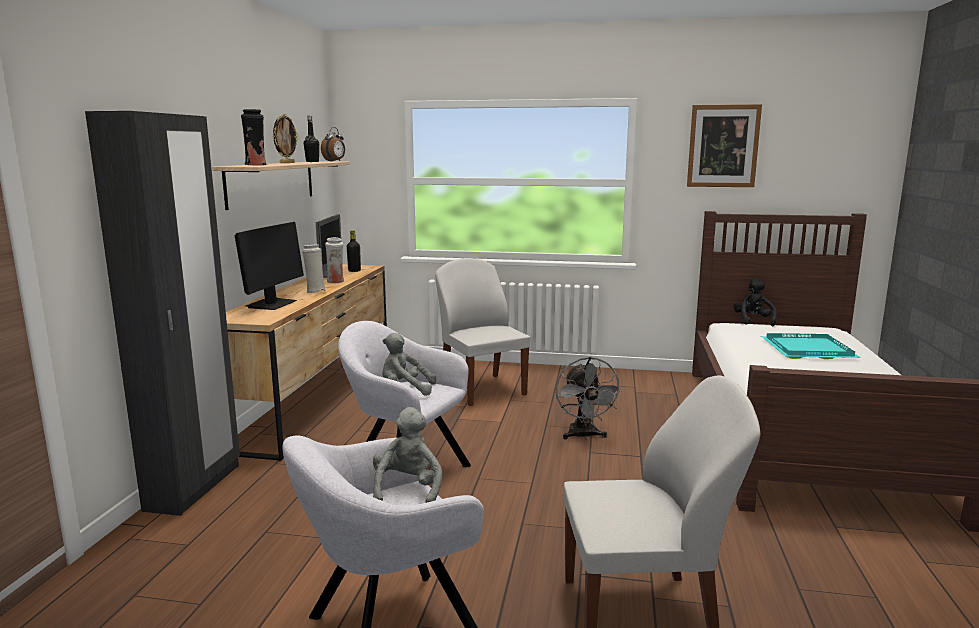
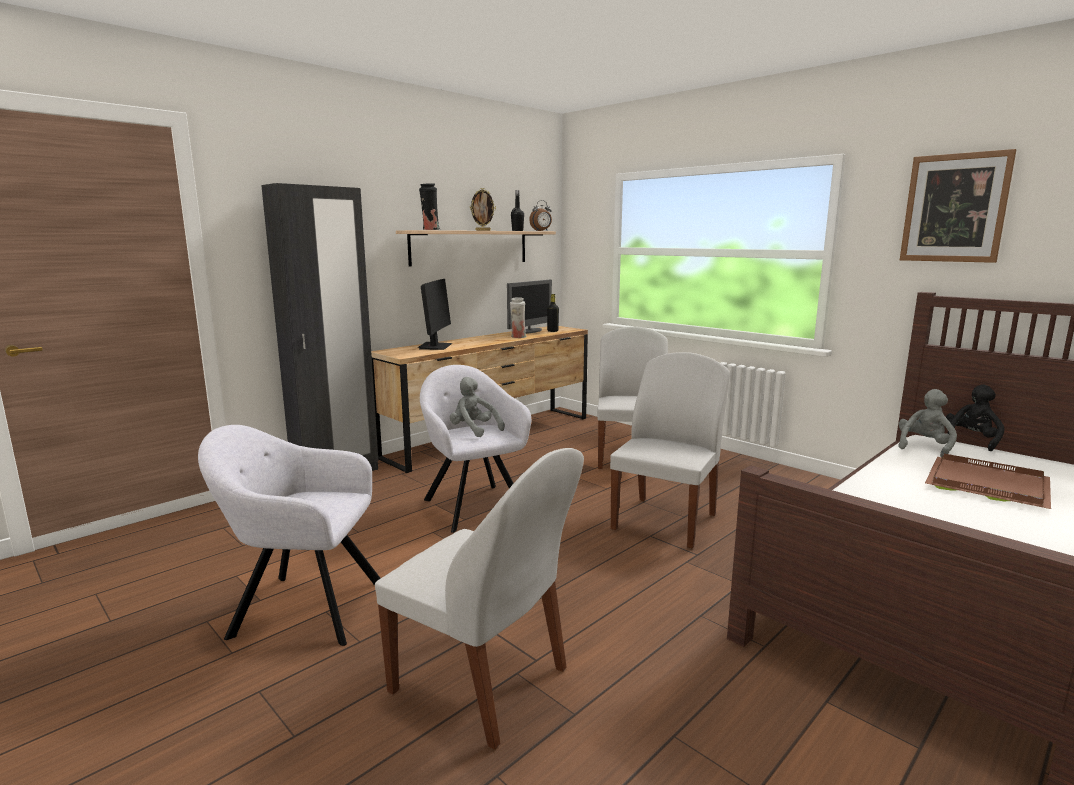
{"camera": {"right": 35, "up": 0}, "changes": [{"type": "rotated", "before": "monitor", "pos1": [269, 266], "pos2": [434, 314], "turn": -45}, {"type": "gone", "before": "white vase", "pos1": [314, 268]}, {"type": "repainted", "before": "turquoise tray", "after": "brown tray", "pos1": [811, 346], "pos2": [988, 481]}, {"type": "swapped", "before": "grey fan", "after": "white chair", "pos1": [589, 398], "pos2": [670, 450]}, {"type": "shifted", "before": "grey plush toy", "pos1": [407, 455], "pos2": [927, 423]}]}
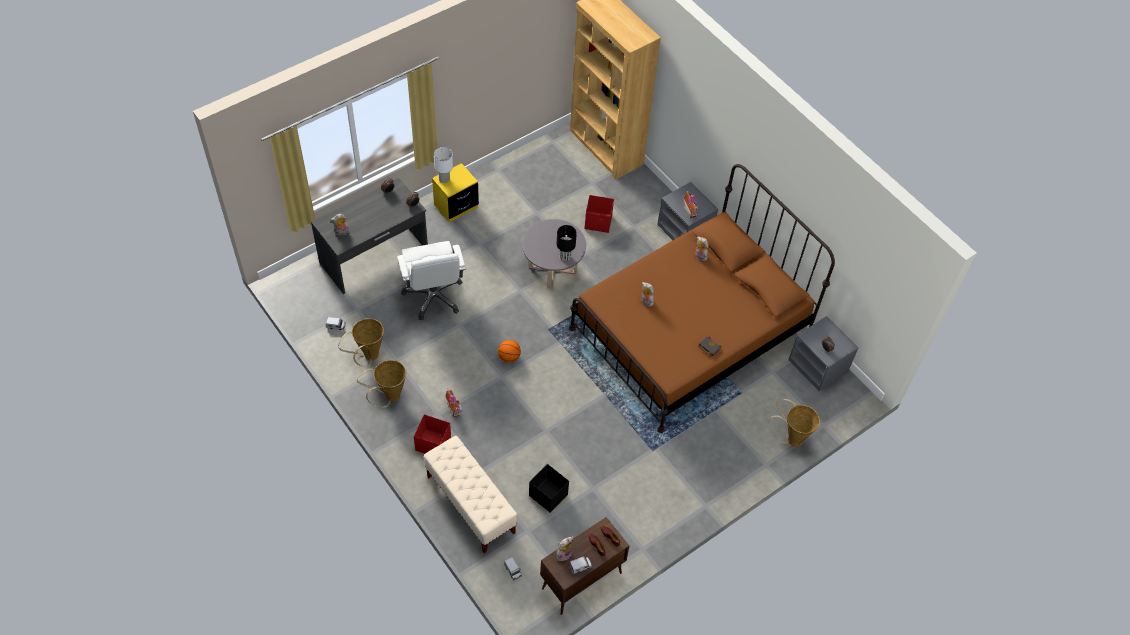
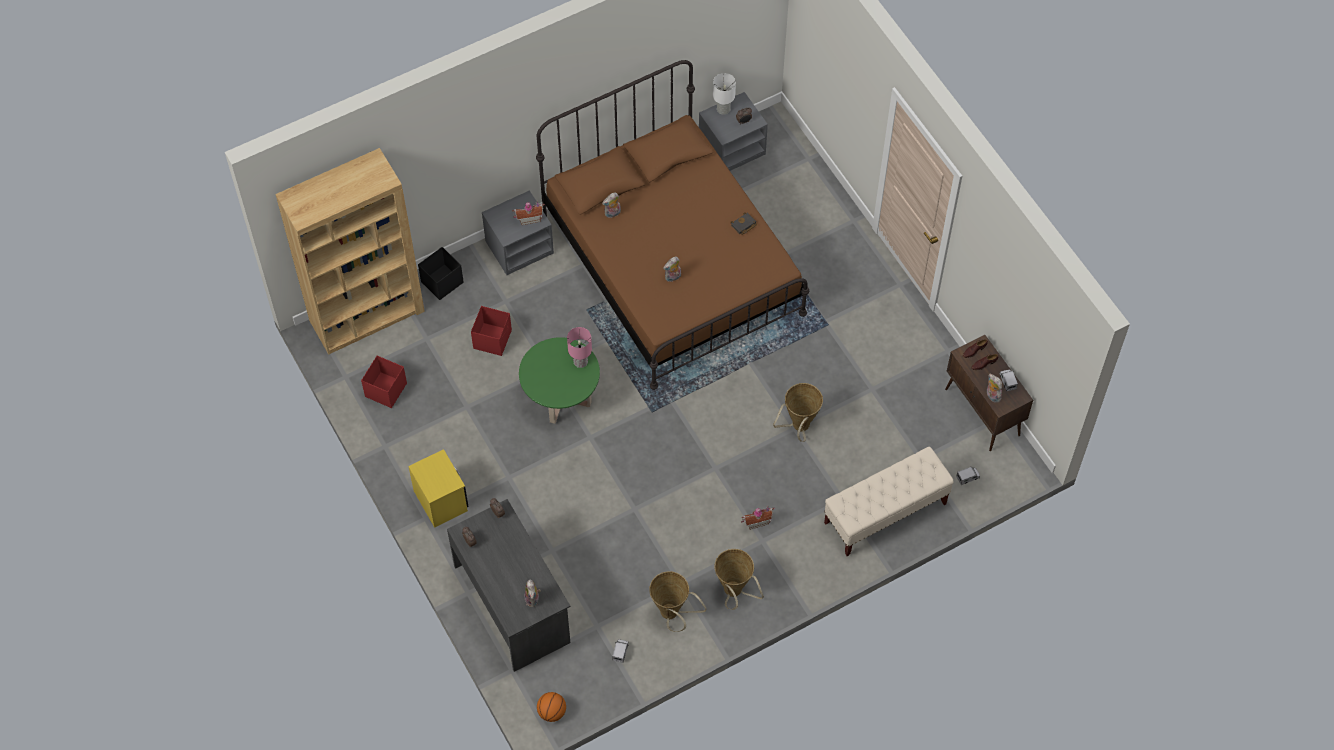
{"camera": {"right": -80, "up": 5}, "changes": [{"type": "shifted", "before": "white table lamp", "pos1": [443, 165], "pos2": [724, 94]}, {"type": "repainted", "before": "grey coffee table", "after": "green coffee table", "pos1": [554, 253], "pos2": [559, 380]}, {"type": "repainted", "before": "black table lamp", "after": "pink table lamp", "pos1": [566, 243], "pos2": [579, 347]}, {"type": "gone", "before": "white office chair", "pos1": [431, 280]}, {"type": "shifted", "before": "basketball", "pos1": [509, 351], "pos2": [551, 707]}, {"type": "shifted", "before": "basket", "pos1": [794, 423], "pos2": [798, 412]}, {"type": "shifted", "before": "red storage box", "pos1": [432, 434], "pos2": [384, 381]}, {"type": "shifted", "before": "black storage box", "pos1": [549, 488], "pos2": [441, 273]}]}
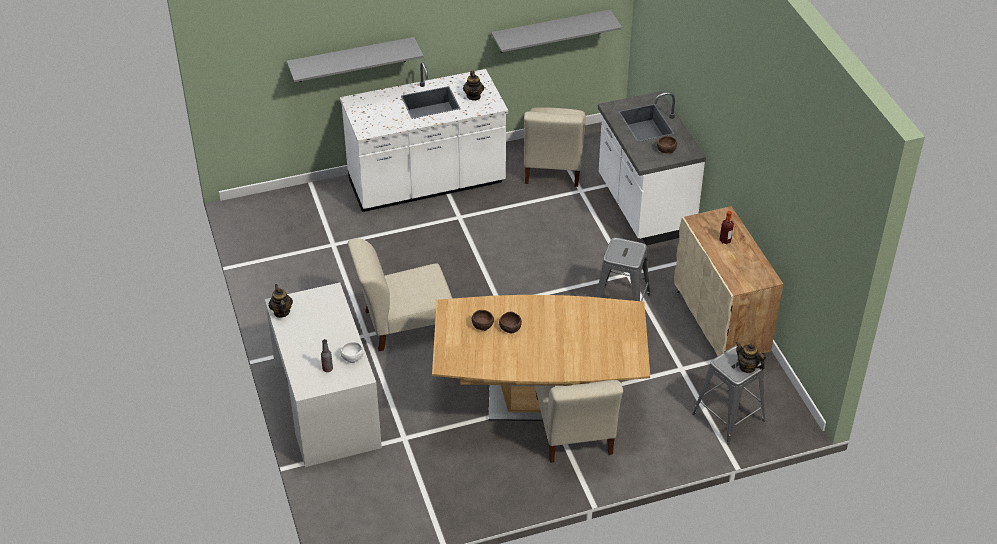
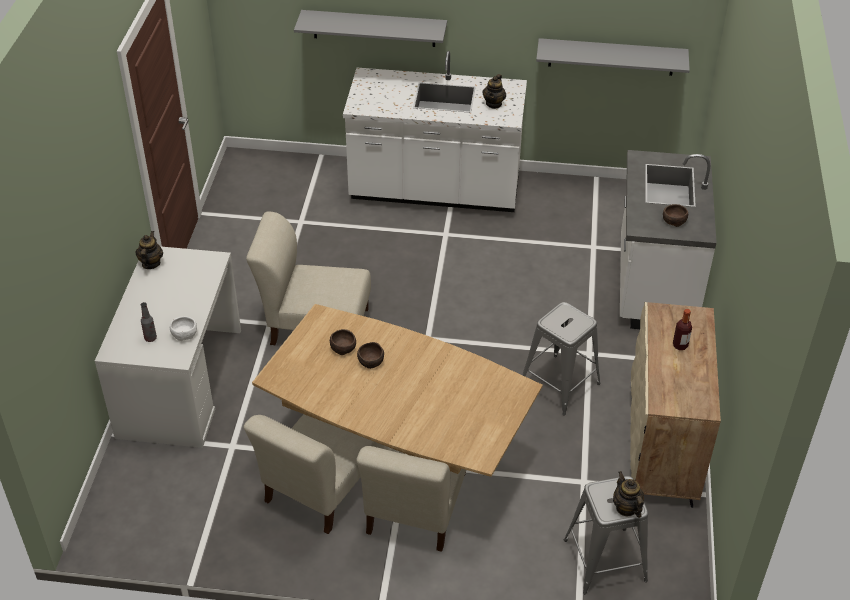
{"camera": {"right": 25, "up": 0}, "changes": [{"type": "shifted", "before": "beige chair", "pos1": [554, 147], "pos2": [314, 474]}]}
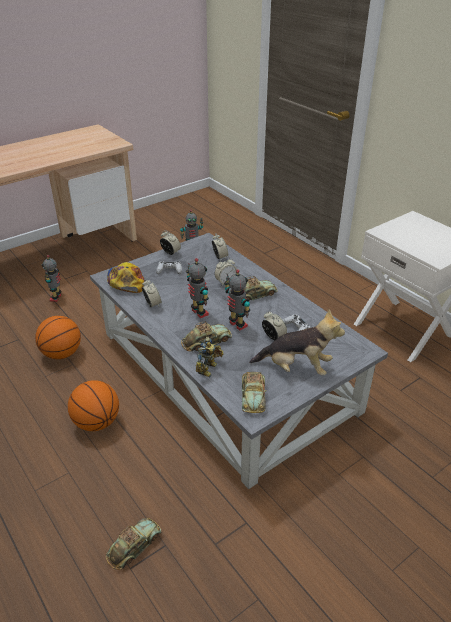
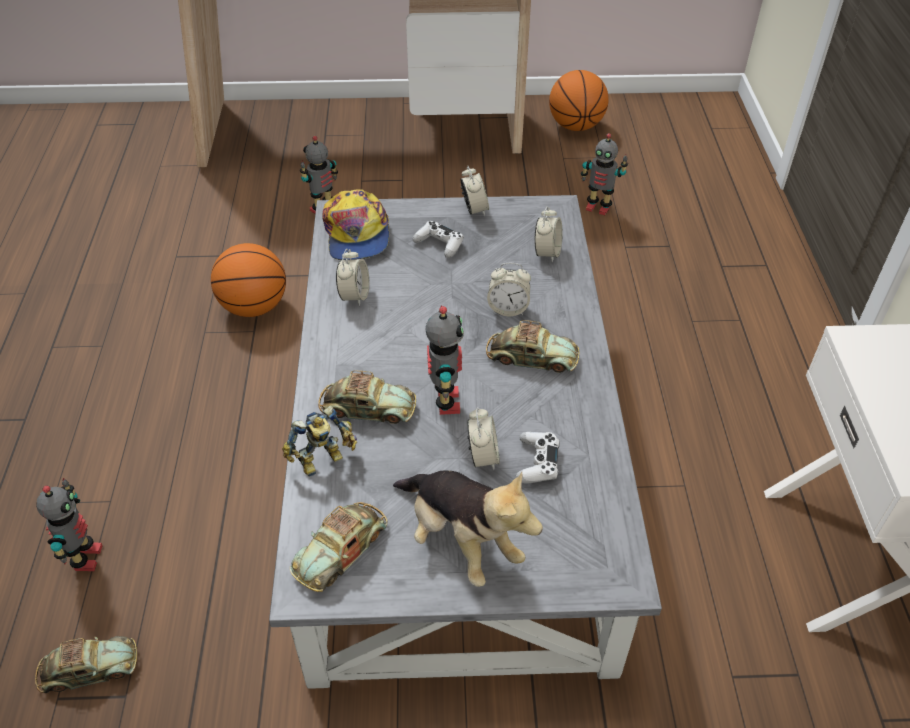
{"camera": {"right": 35, "up": 10}, "changes": [{"type": "shifted", "before": "toy robot", "pos1": [197, 288], "pos2": [69, 524]}, {"type": "rotated", "before": "cap", "pos1": [126, 277], "pos2": [355, 225], "turn": 150}, {"type": "shifted", "before": "basketball", "pos1": [93, 405], "pos2": [579, 100]}]}
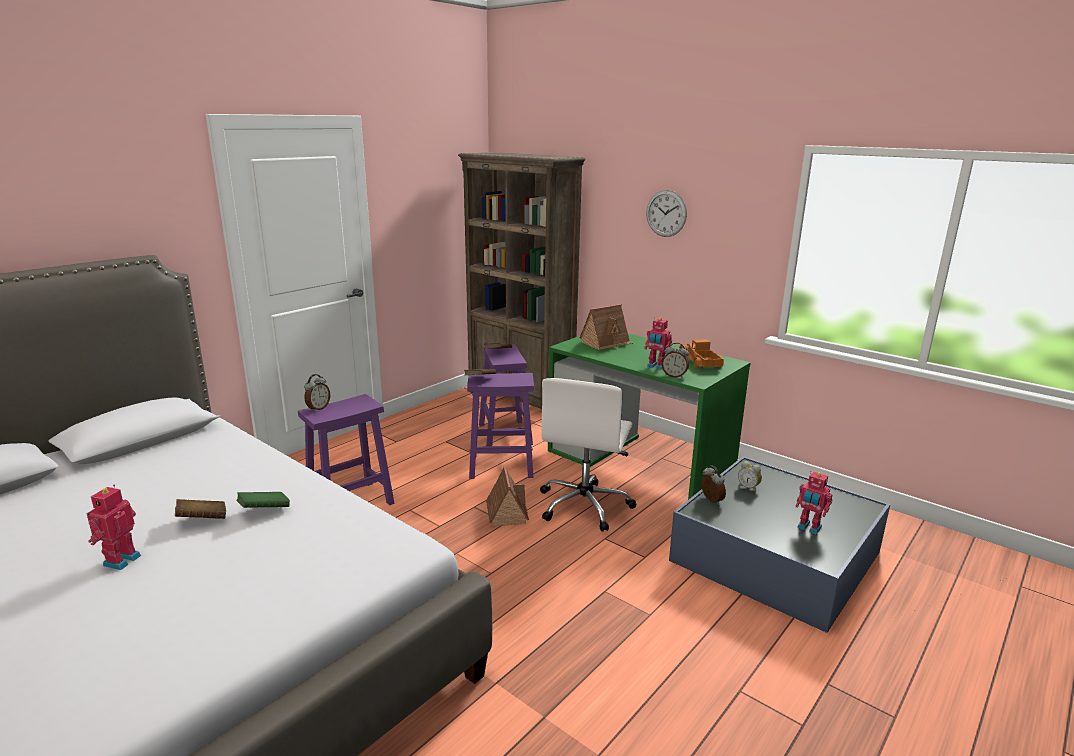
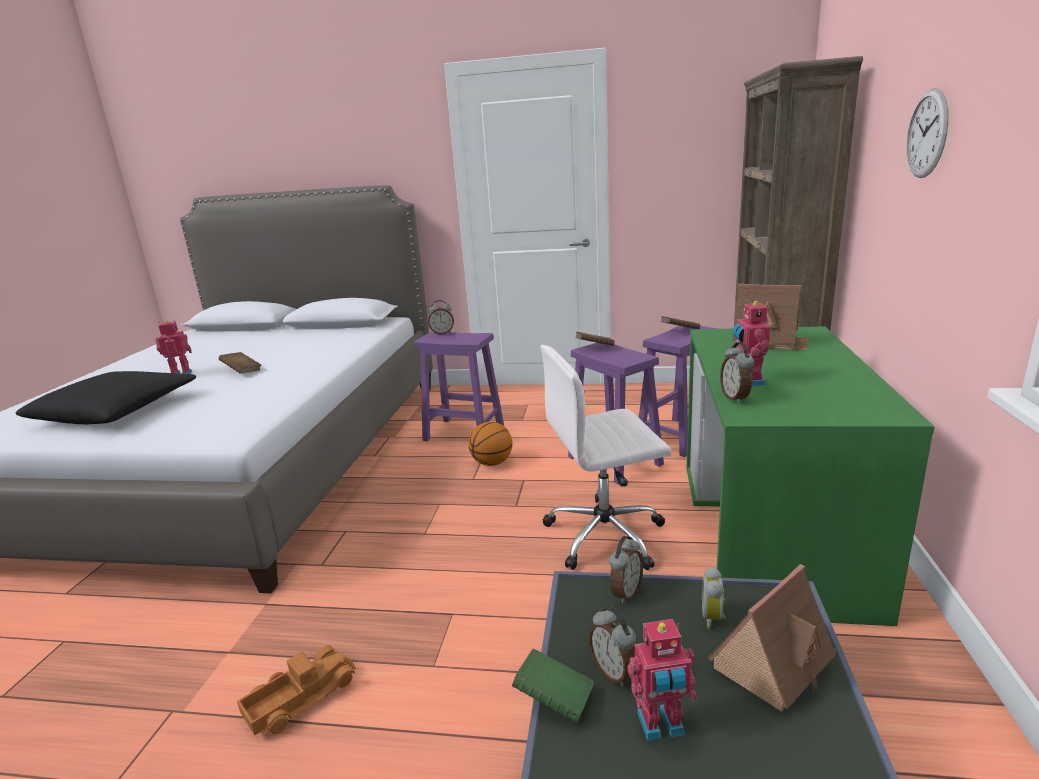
{"camera": {"right": 60, "up": 0}, "changes": [{"type": "shifted", "before": "toy truck", "pos1": [701, 354], "pos2": [296, 690]}, {"type": "shifted", "before": "toy house", "pos1": [507, 496], "pos2": [771, 638]}, {"type": "rotated", "before": "toy robot", "pos1": [813, 502], "pos2": [662, 680], "turn": -105}, {"type": "shifted", "before": "green book", "pos1": [263, 500], "pos2": [553, 685]}, {"type": "new", "after": "black pillow", "pos2": [105, 397]}, {"type": "new", "after": "basketball", "pos2": [490, 444]}, {"type": "new", "after": "alarm clock", "pos2": [612, 647]}]}
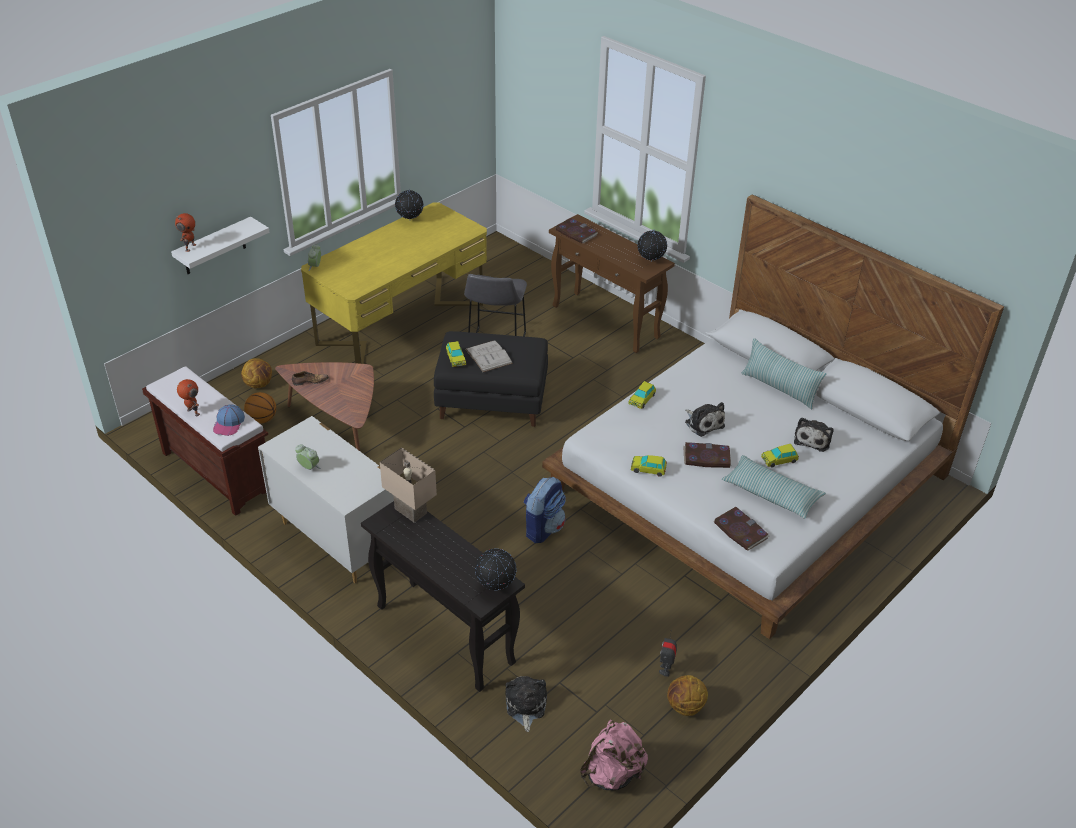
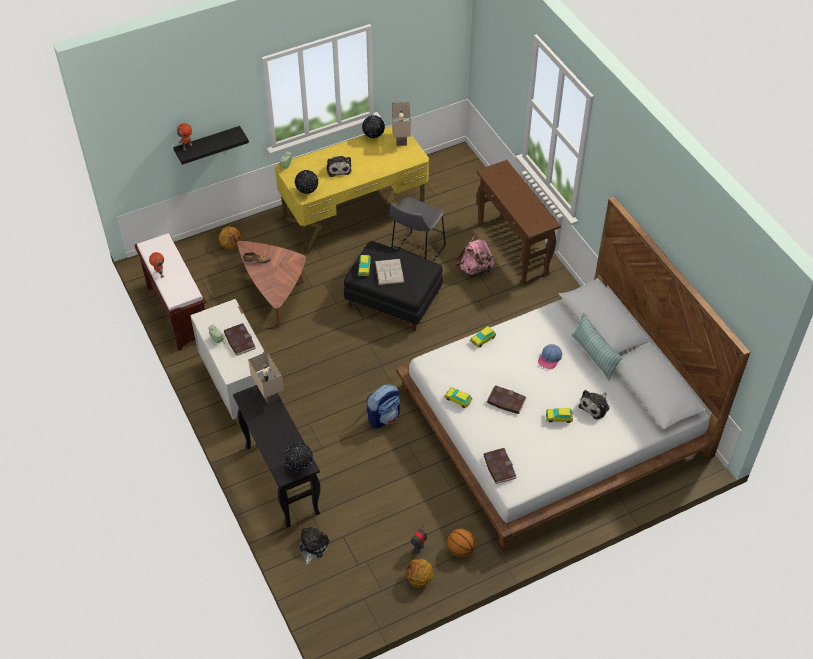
{"camera": {"right": 20, "up": 10}, "changes": [{"type": "repainted", "before": "white shelf", "after": "black shelf", "pos1": [220, 245], "pos2": [211, 145]}, {"type": "shifted", "before": "book", "pos1": [576, 231], "pos2": [240, 339]}, {"type": "shifted", "before": "globe", "pos1": [652, 245], "pos2": [306, 182]}, {"type": "shifted", "before": "basketball", "pos1": [260, 408], "pos2": [461, 542]}, {"type": "shifted", "before": "plush toy", "pos1": [705, 419], "pos2": [339, 166]}, {"type": "shifted", "before": "cap", "pos1": [229, 420], "pos2": [550, 356]}, {"type": "gone", "before": "pillow", "pos1": [774, 487]}, {"type": "shifted", "before": "pink backpack", "pos1": [614, 755], "pos2": [475, 255]}, {"type": "new", "after": "beige table lamp", "pos2": [401, 124]}]}
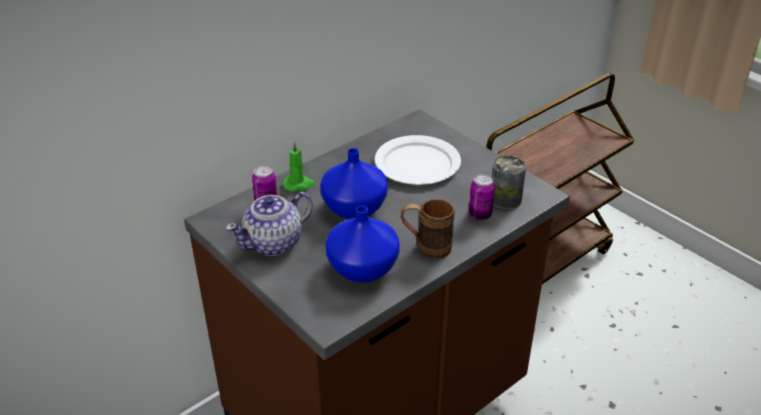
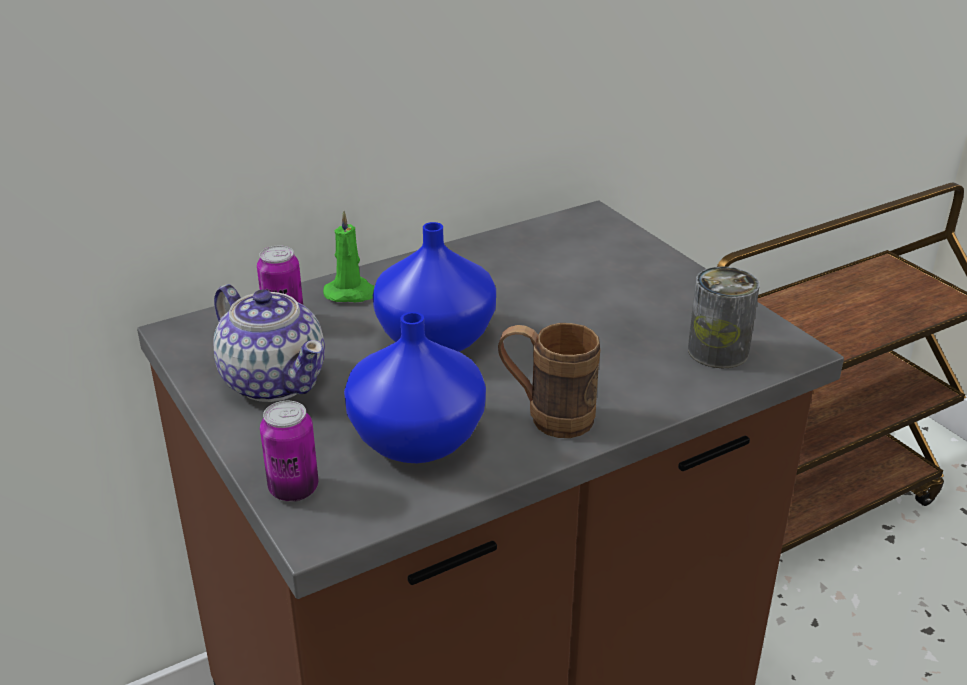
{"camera": {"right": 10, "up": -5}, "changes": [{"type": "gone", "before": "white plate", "pos1": [418, 160]}, {"type": "shifted", "before": "can", "pos1": [482, 197], "pos2": [289, 451]}, {"type": "rotated", "before": "teapot", "pos1": [269, 224], "pos2": [269, 343], "turn": -105}]}
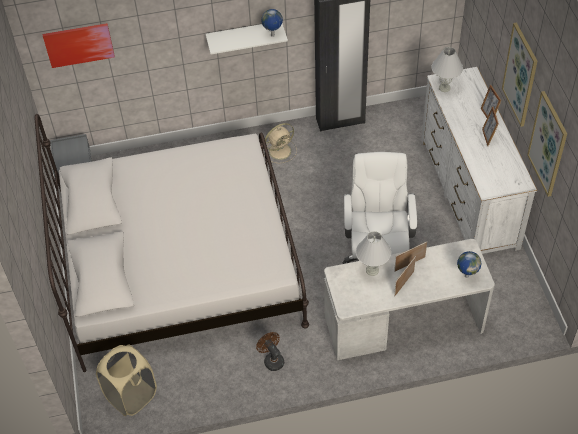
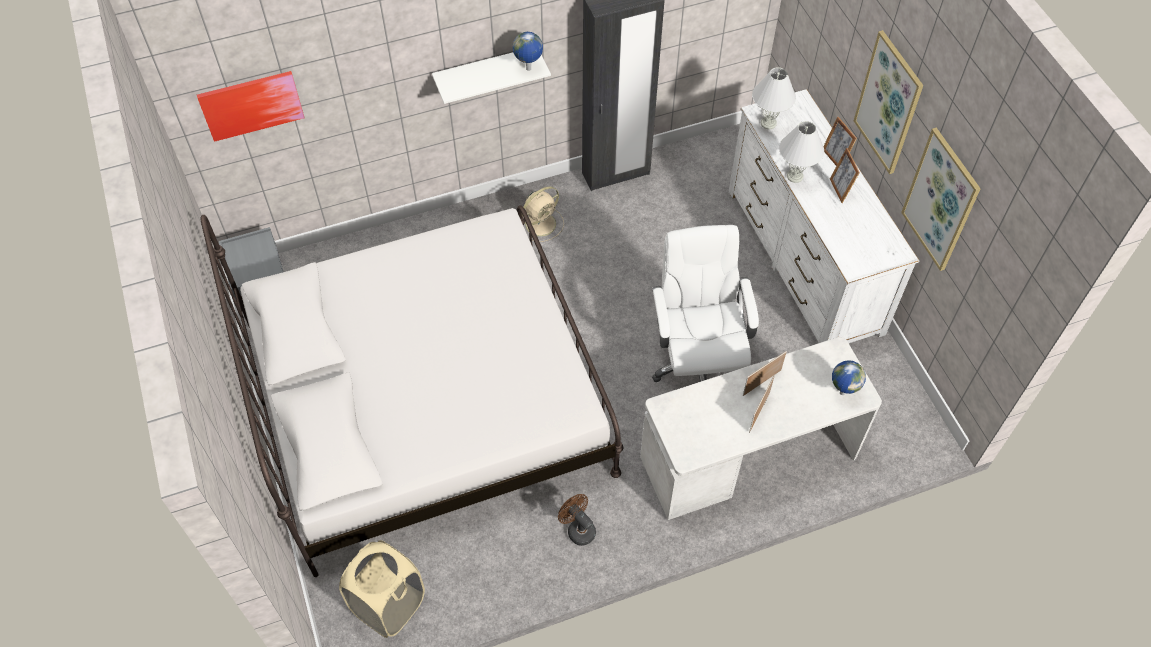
{"camera": {"right": -10, "up": 5}, "changes": [{"type": "shifted", "before": "white table lamp", "pos1": [373, 253], "pos2": [801, 152]}]}
